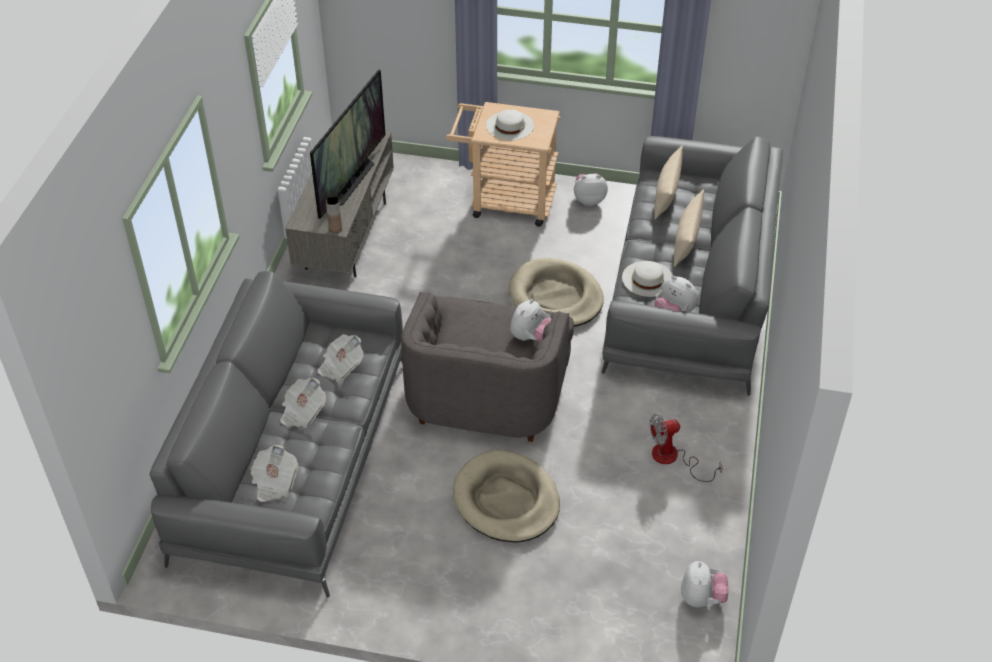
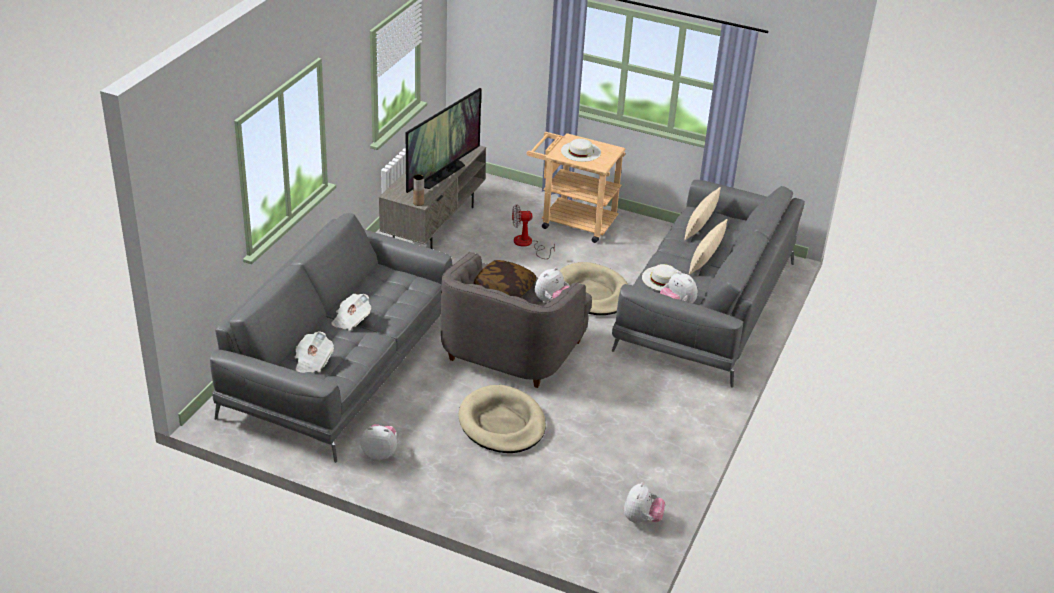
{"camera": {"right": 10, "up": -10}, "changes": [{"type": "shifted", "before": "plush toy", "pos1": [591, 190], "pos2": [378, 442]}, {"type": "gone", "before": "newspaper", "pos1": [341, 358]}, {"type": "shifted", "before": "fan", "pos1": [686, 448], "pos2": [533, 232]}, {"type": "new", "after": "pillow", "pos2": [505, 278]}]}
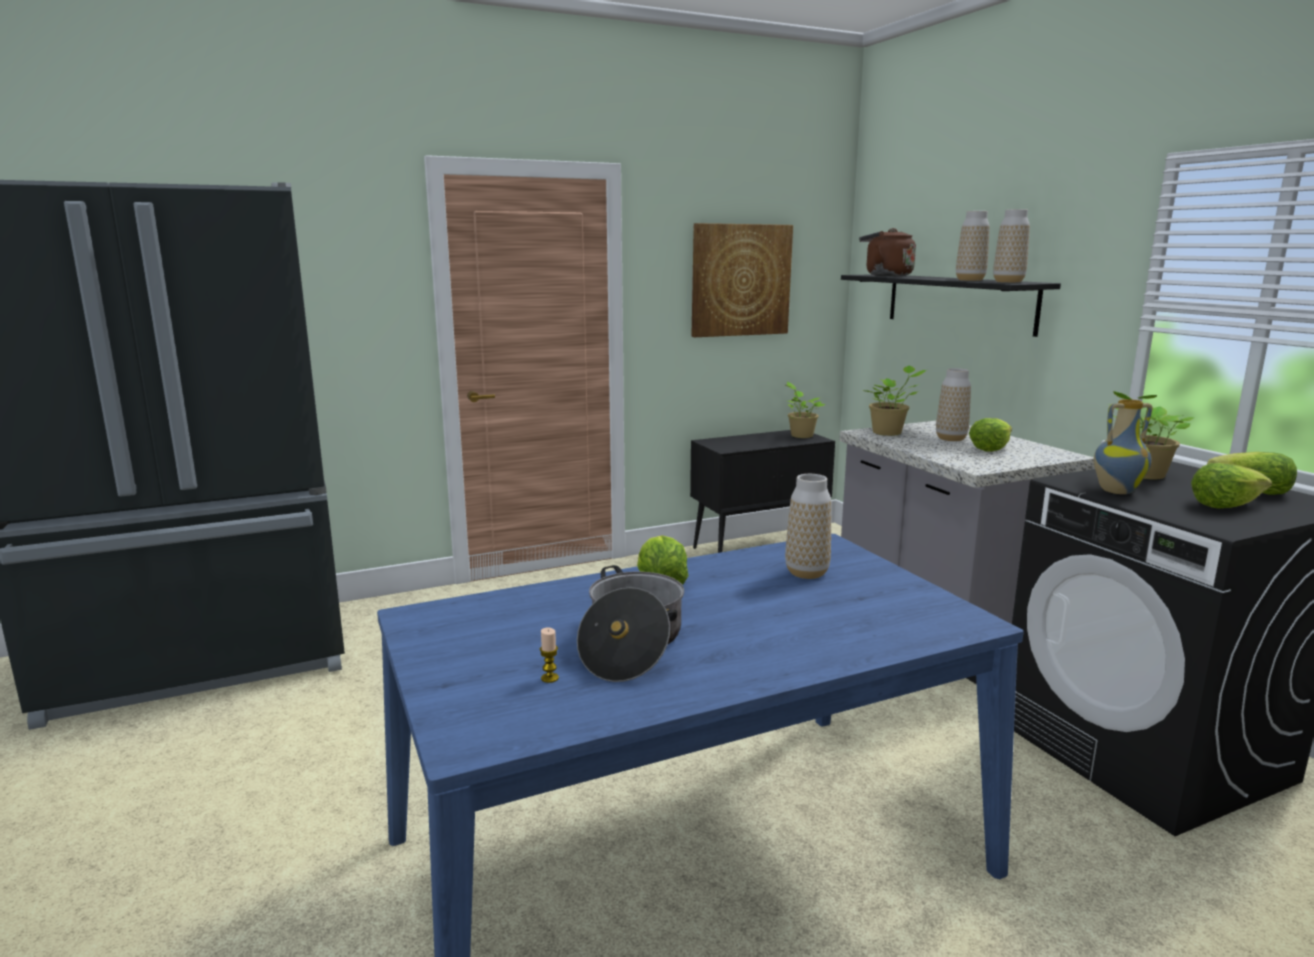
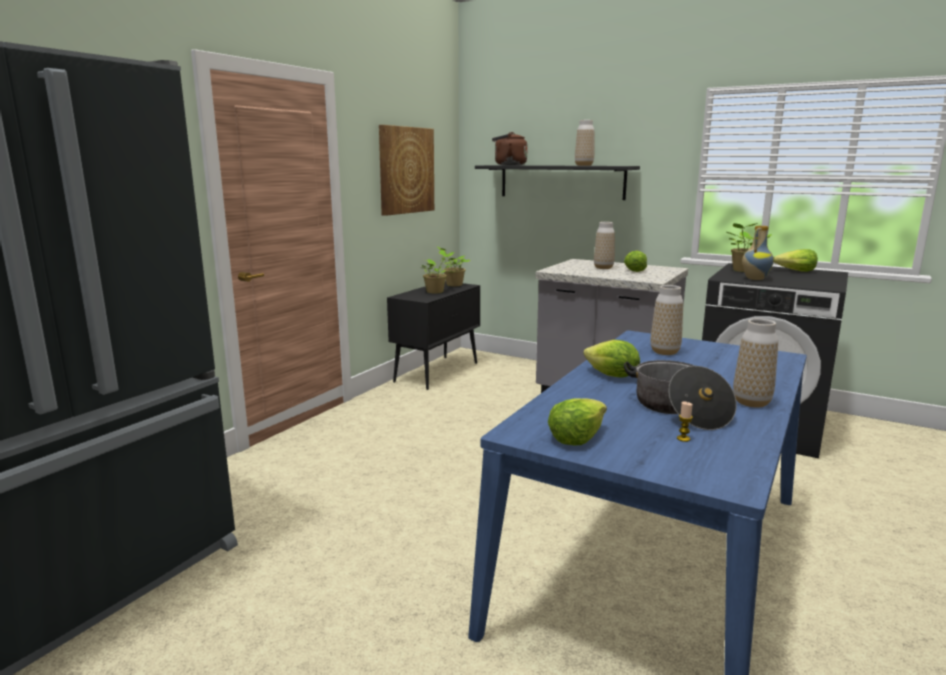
{"camera": {"right": -35, "up": 0}, "changes": [{"type": "shifted", "before": "vase", "pos1": [1011, 246], "pos2": [755, 363]}, {"type": "shifted", "before": "potted plant", "pos1": [894, 400], "pos2": [438, 271]}, {"type": "shifted", "before": "lettuce", "pos1": [1231, 485], "pos2": [577, 421]}]}
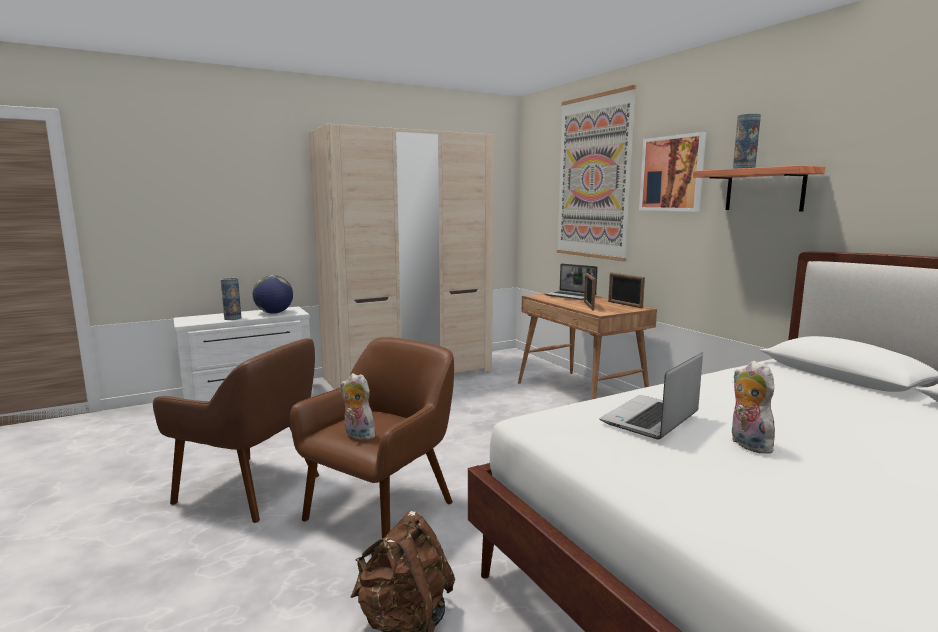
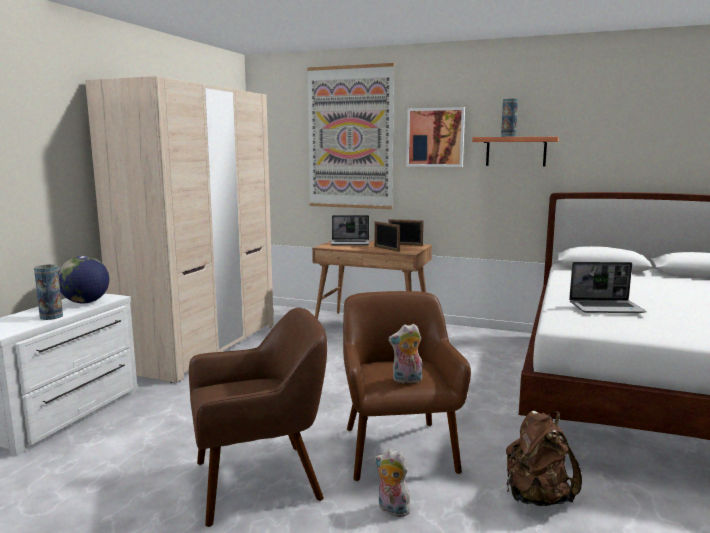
{"camera": {"right": -40, "up": 0}, "changes": [{"type": "rotated", "before": "laptop", "pos1": [651, 396], "pos2": [608, 287], "turn": -90}, {"type": "shifted", "before": "plush toy", "pos1": [753, 407], "pos2": [393, 483]}]}
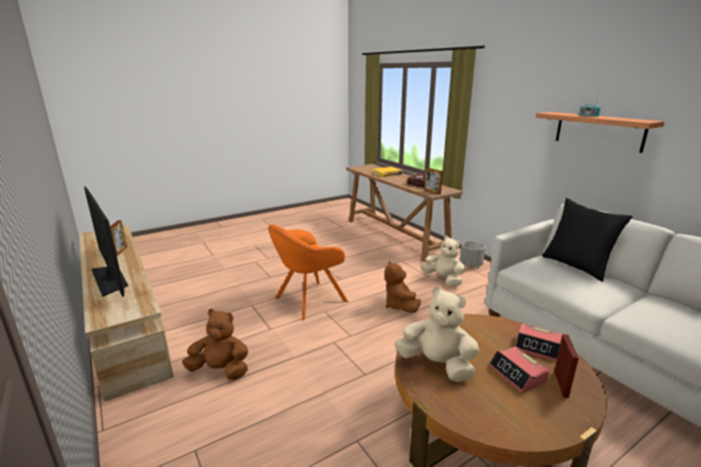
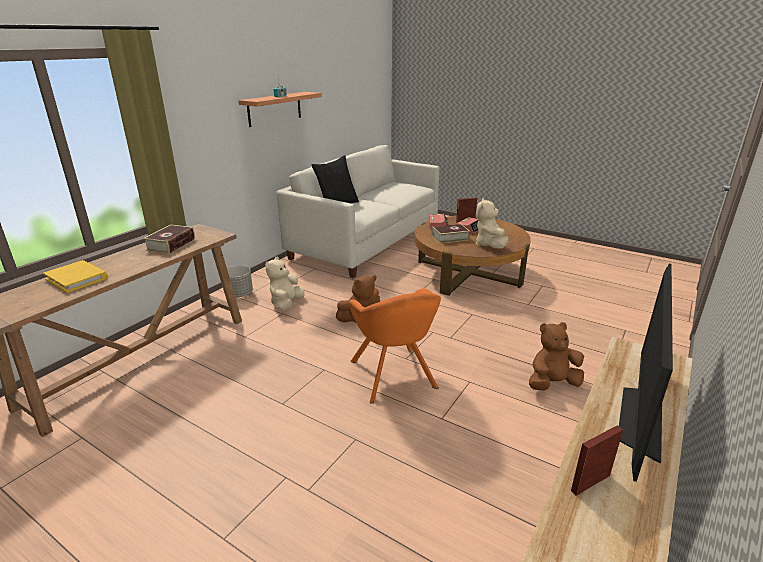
{"camera": {"right": -115, "up": 5}, "changes": [{"type": "gone", "before": "picture frame", "pos1": [433, 181]}, {"type": "rotated", "before": "orange armchair", "pos1": [308, 272], "pos2": [395, 346], "turn": 45}, {"type": "rotated", "before": "brown plush toy", "pos1": [215, 344], "pos2": [556, 356], "turn": 90}, {"type": "new", "after": "book", "pos2": [451, 234]}]}
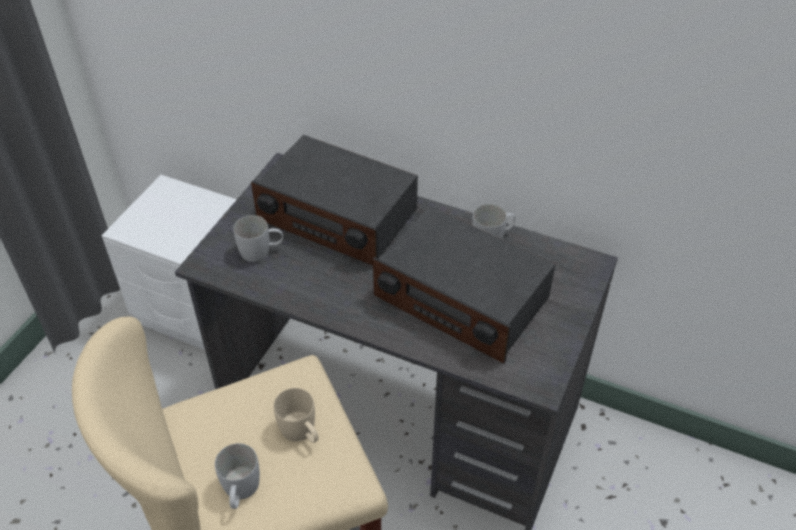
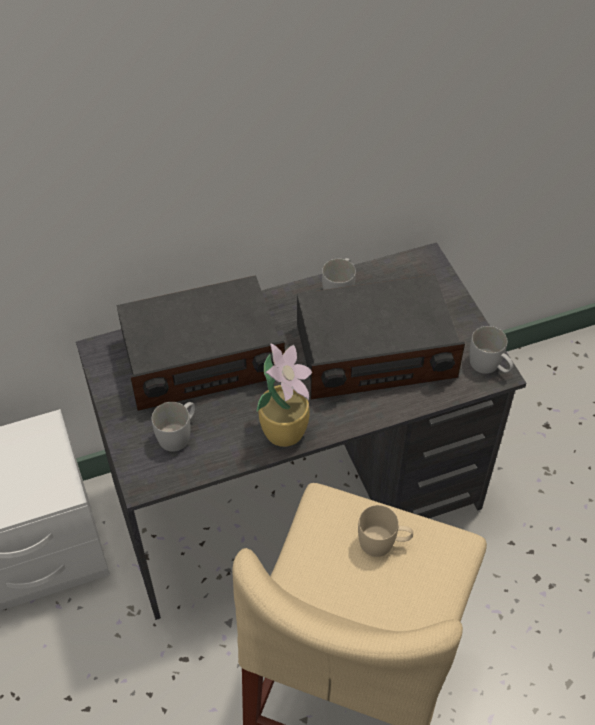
{"camera": {"right": -45, "up": 5}, "changes": [{"type": "shifted", "before": "white mug", "pos1": [237, 476], "pos2": [491, 350]}, {"type": "new", "after": "potted plant", "pos2": [284, 395]}]}
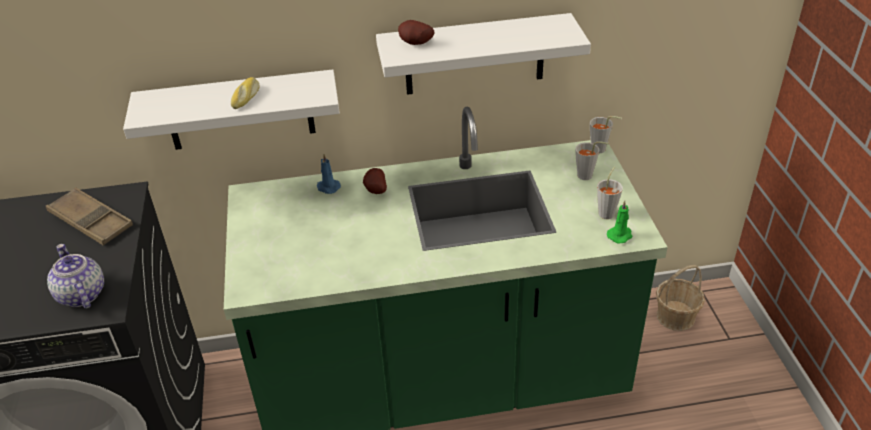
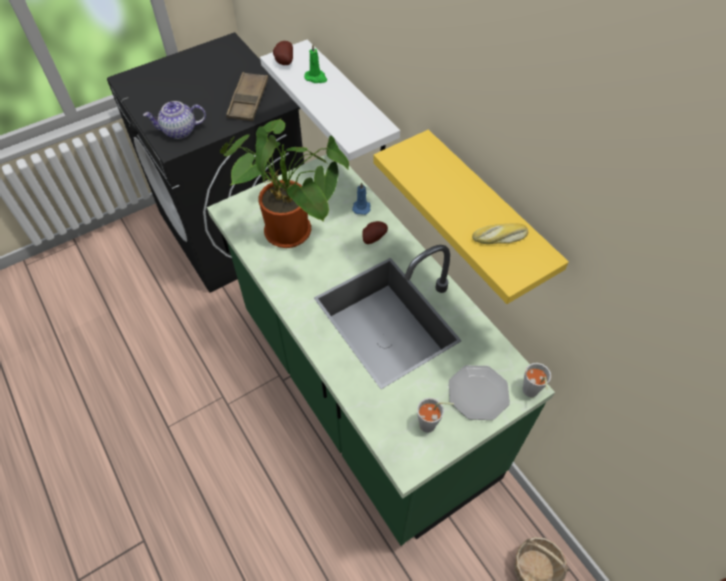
{"camera": {"right": 65, "up": 15}, "changes": [{"type": "repainted", "before": "white shelf", "after": "yellow shelf", "pos1": [483, 54], "pos2": [471, 217]}, {"type": "shifted", "before": "potato", "pos1": [416, 32], "pos2": [283, 53]}, {"type": "shifted", "before": "bread", "pos1": [245, 93], "pos2": [500, 233]}, {"type": "swapped", "before": "grey cup", "after": "plate", "pos1": [592, 160], "pos2": [479, 392]}, {"type": "shifted", "before": "green candle", "pos1": [619, 222], "pos2": [315, 63]}, {"type": "rotated", "before": "teapot", "pos1": [75, 276], "pos2": [174, 120], "turn": -135}, {"type": "new", "after": "potted plant", "pos2": [284, 183]}]}
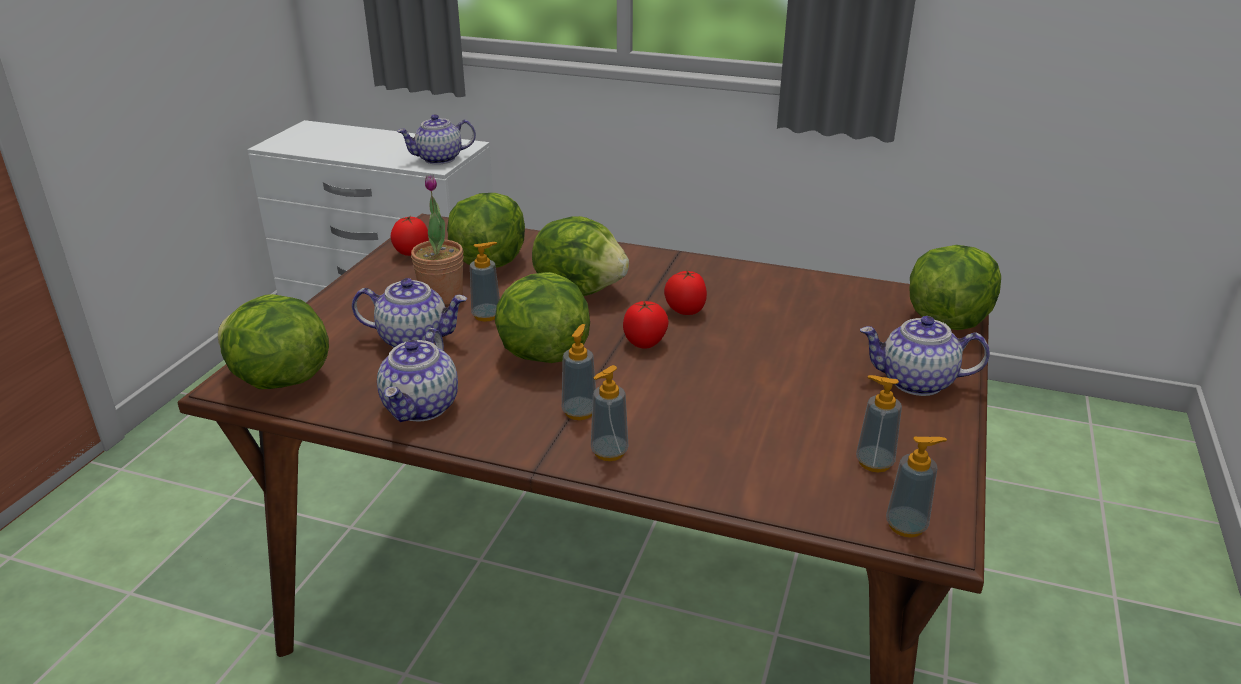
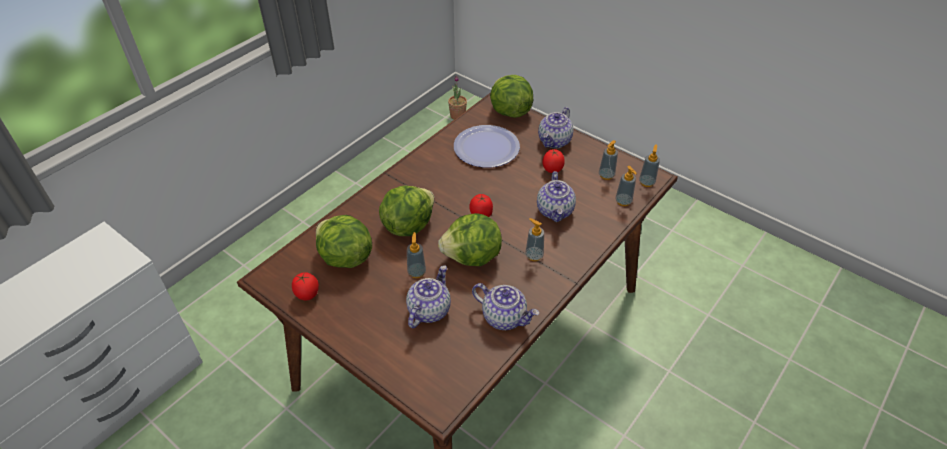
{"camera": {"right": -70, "up": 15}, "changes": [{"type": "shifted", "before": "teapot", "pos1": [436, 139], "pos2": [556, 196]}, {"type": "shifted", "before": "potted plant", "pos1": [437, 240], "pos2": [457, 97]}, {"type": "shifted", "before": "tomato", "pos1": [685, 293], "pos2": [554, 161]}, {"type": "gone", "before": "lettuce", "pos1": [273, 341]}, {"type": "shifted", "before": "soap dispenser", "pos1": [609, 413], "pos2": [626, 186]}, {"type": "new", "after": "plate", "pos2": [487, 146]}]}
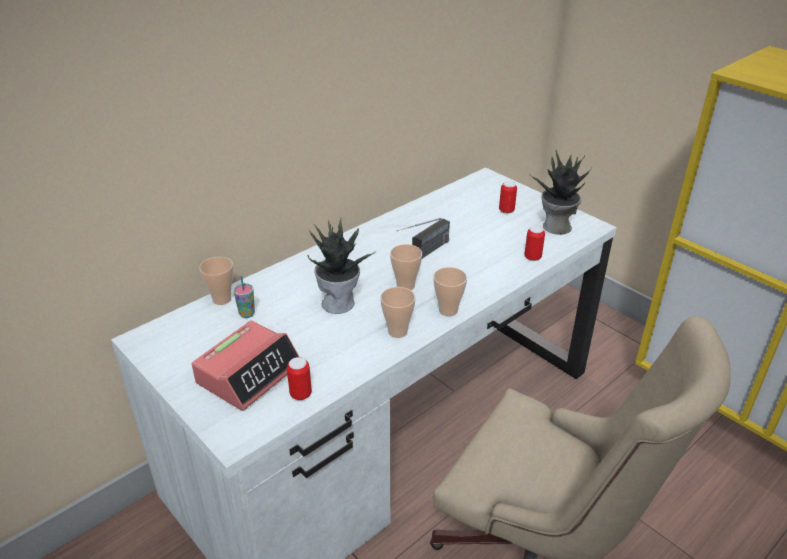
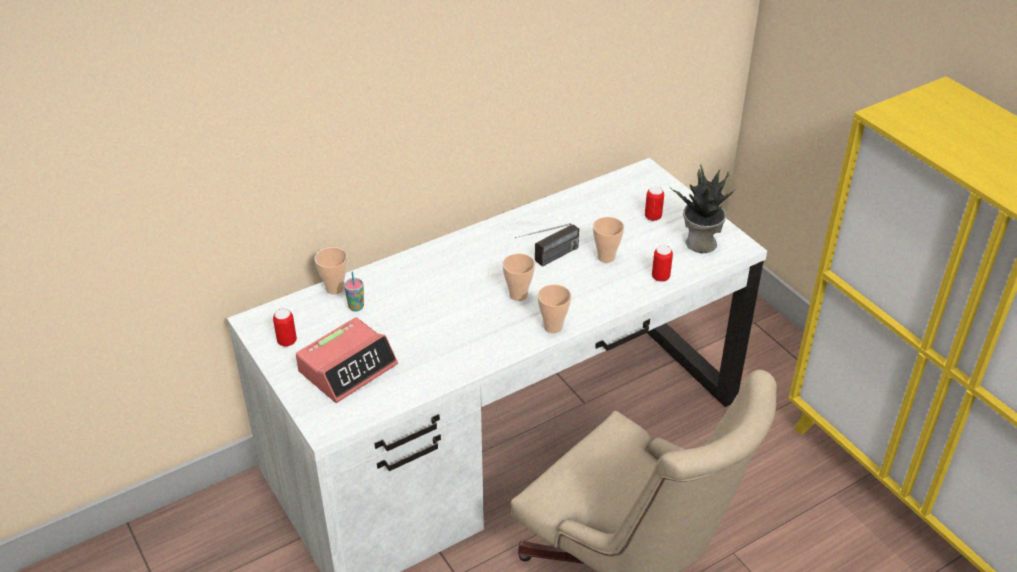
{"camera": {"right": 10, "up": 5}, "changes": [{"type": "gone", "before": "potted plant", "pos1": [341, 266]}, {"type": "shifted", "before": "cup", "pos1": [398, 312], "pos2": [608, 240]}, {"type": "shifted", "before": "can", "pos1": [299, 378], "pos2": [285, 328]}]}
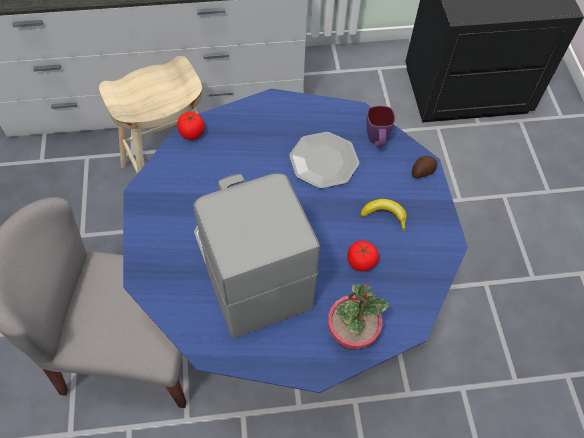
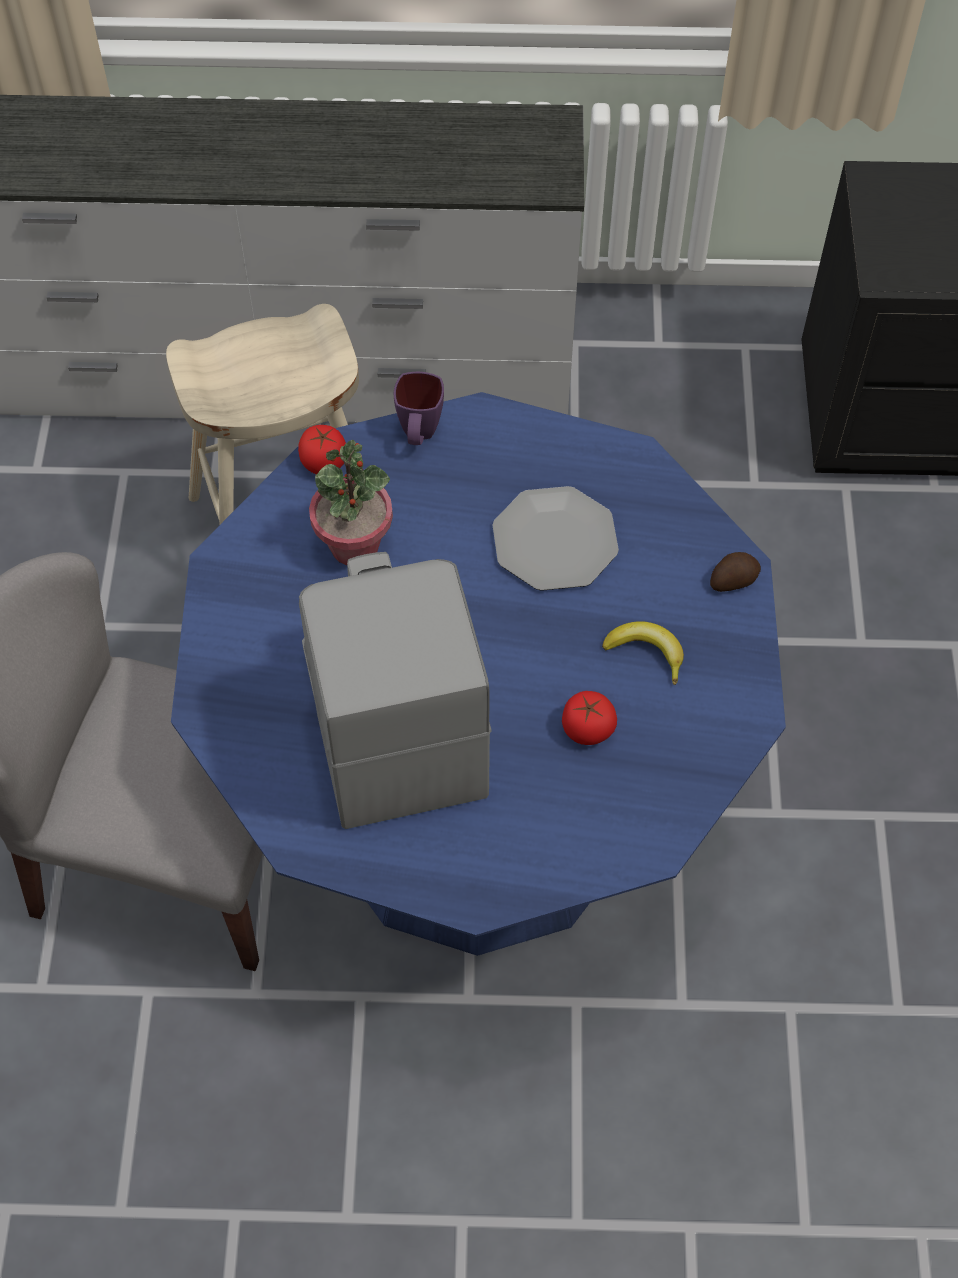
{"camera": {"right": 10, "up": 0}, "changes": [{"type": "shifted", "before": "purple mug", "pos1": [380, 126], "pos2": [419, 408]}, {"type": "shifted", "before": "potted plant", "pos1": [358, 316], "pos2": [351, 502]}]}
